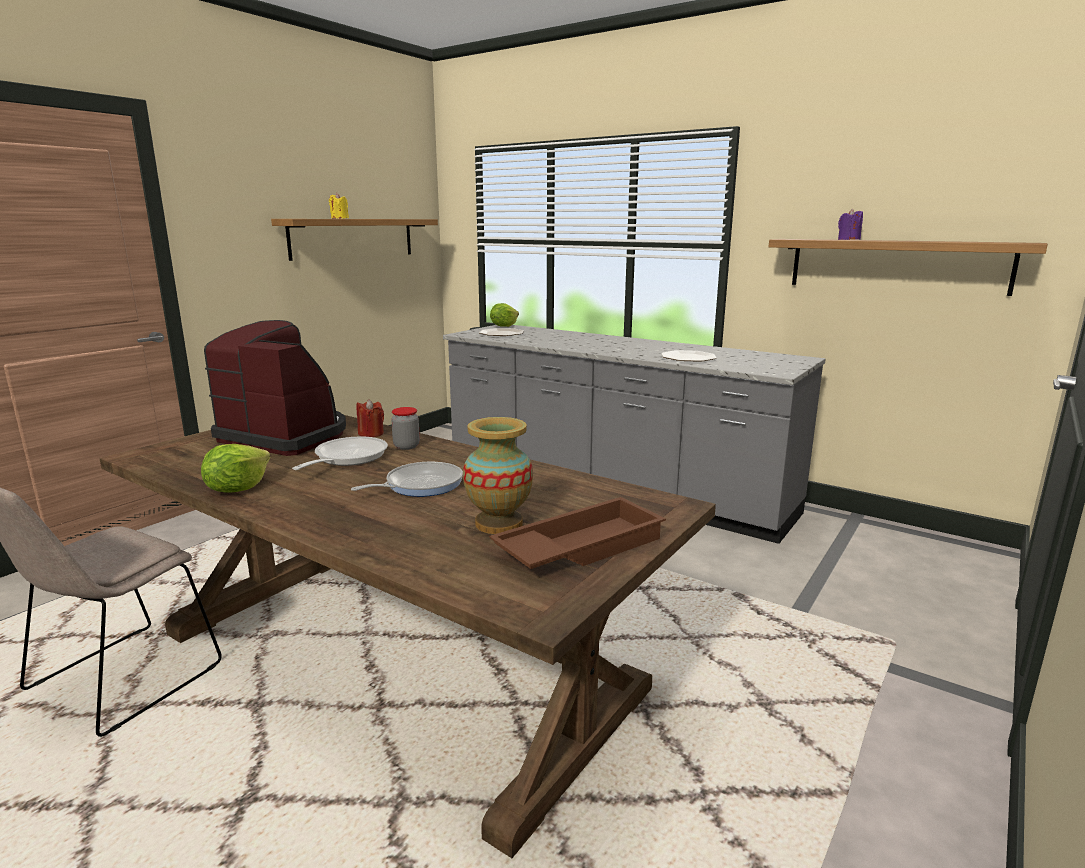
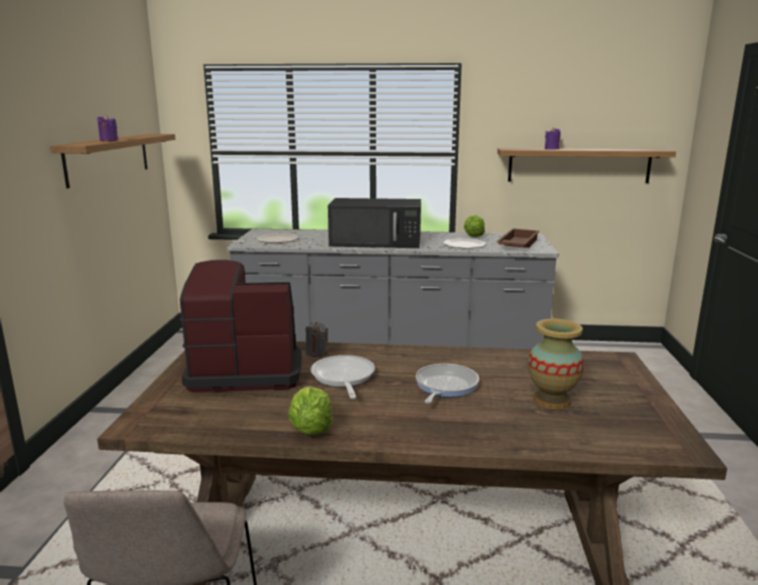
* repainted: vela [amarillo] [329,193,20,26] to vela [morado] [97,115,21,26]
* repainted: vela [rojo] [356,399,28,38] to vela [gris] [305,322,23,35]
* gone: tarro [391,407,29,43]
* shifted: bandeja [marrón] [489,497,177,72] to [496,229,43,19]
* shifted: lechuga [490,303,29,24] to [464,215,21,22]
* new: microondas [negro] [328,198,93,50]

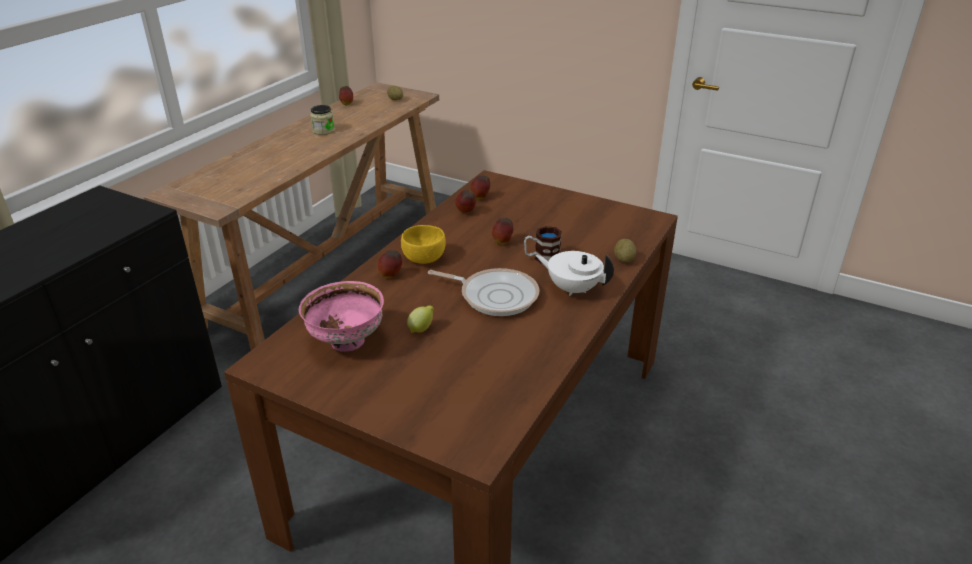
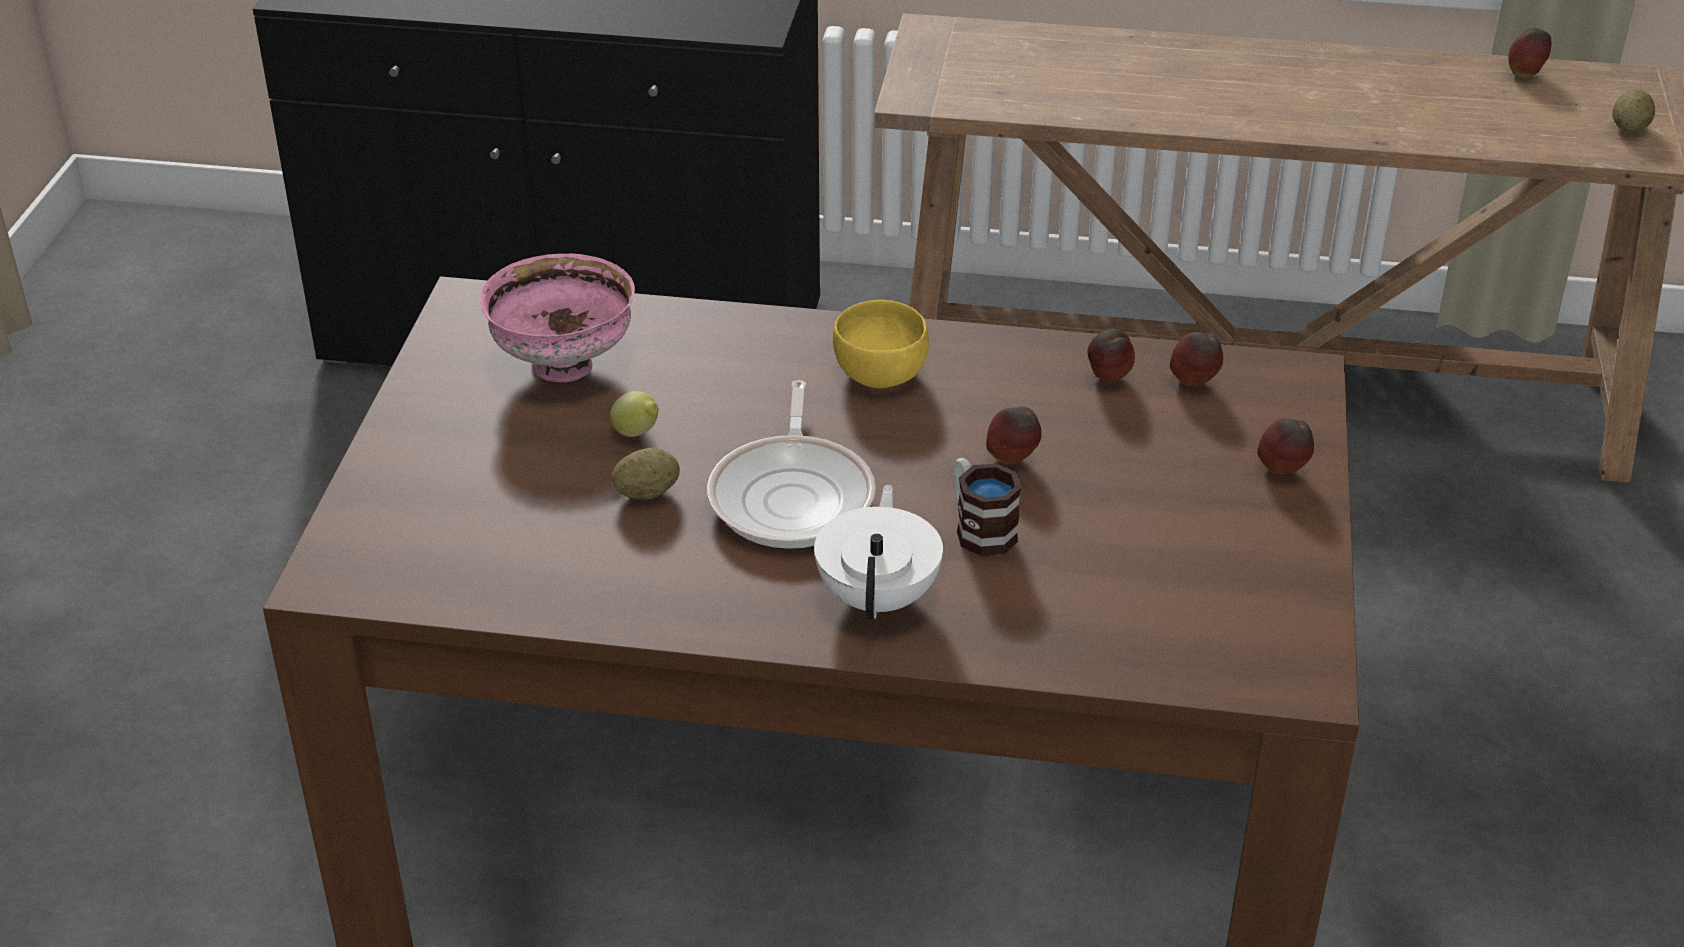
* gone: tarro [310,105,25,30]
* shifted: manzana [378,250,24,28] to [1257,418,57,56]
* shifted: patata [614,239,22,23] to [612,448,68,51]

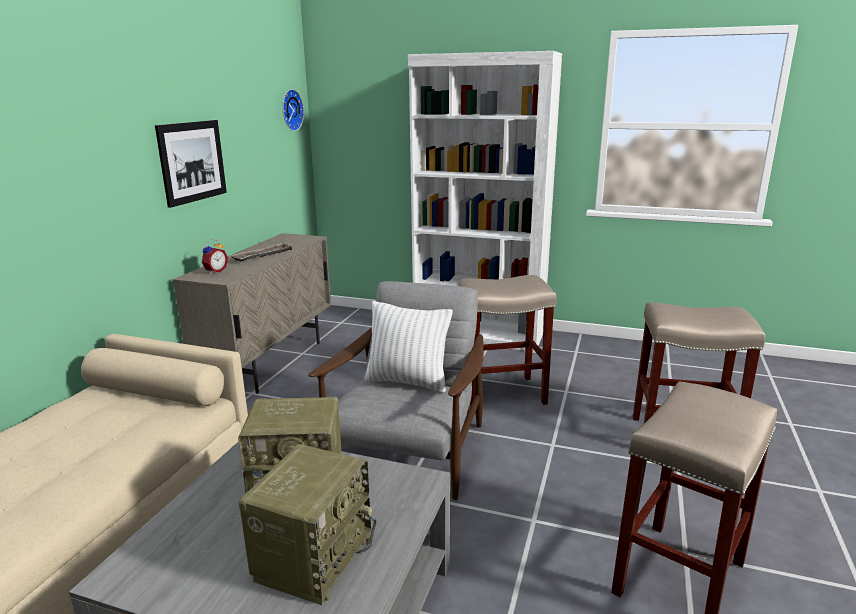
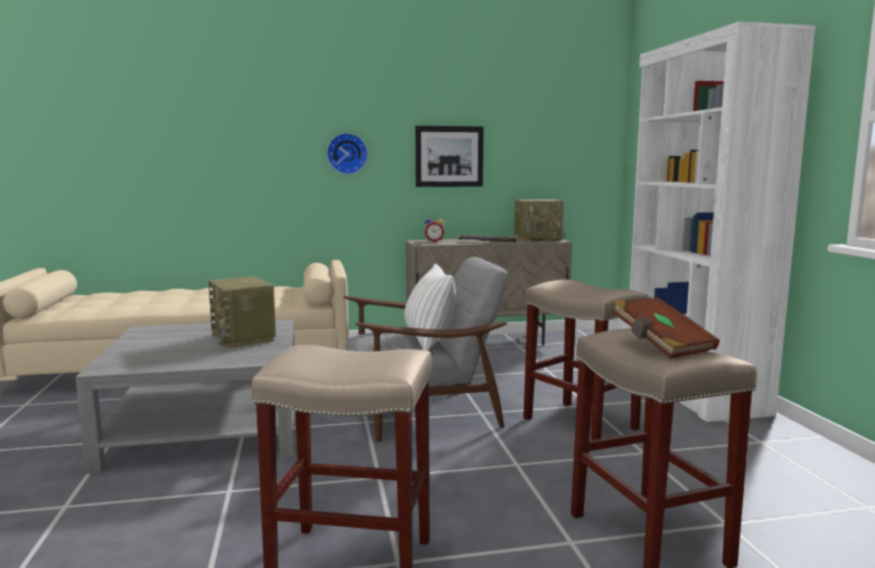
* shifted: radio [239,444,137,161] to [514,199,51,42]
* shifted: reloj de pared [283,89,21,42] to [327,133,41,42]
* new: libro [marrón] [612,297,108,62]

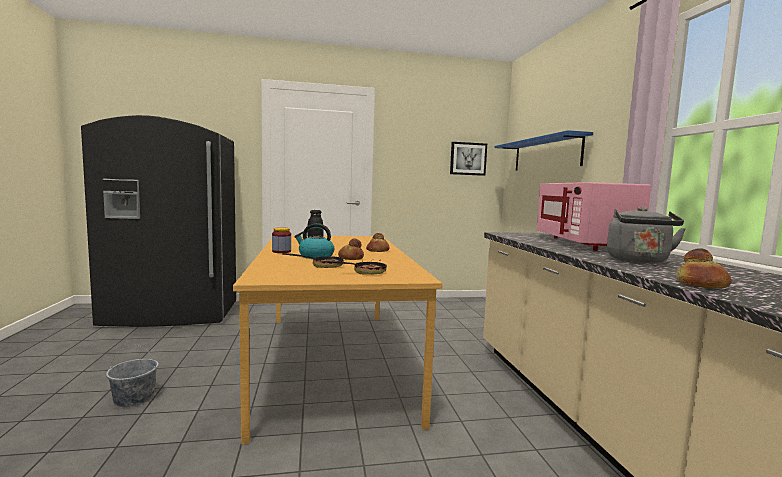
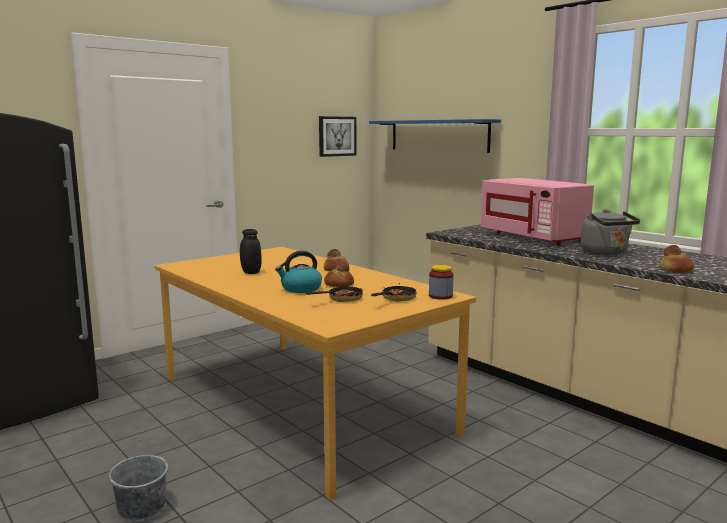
* shifted: tarro [272,227,19,26] to [429,265,24,35]

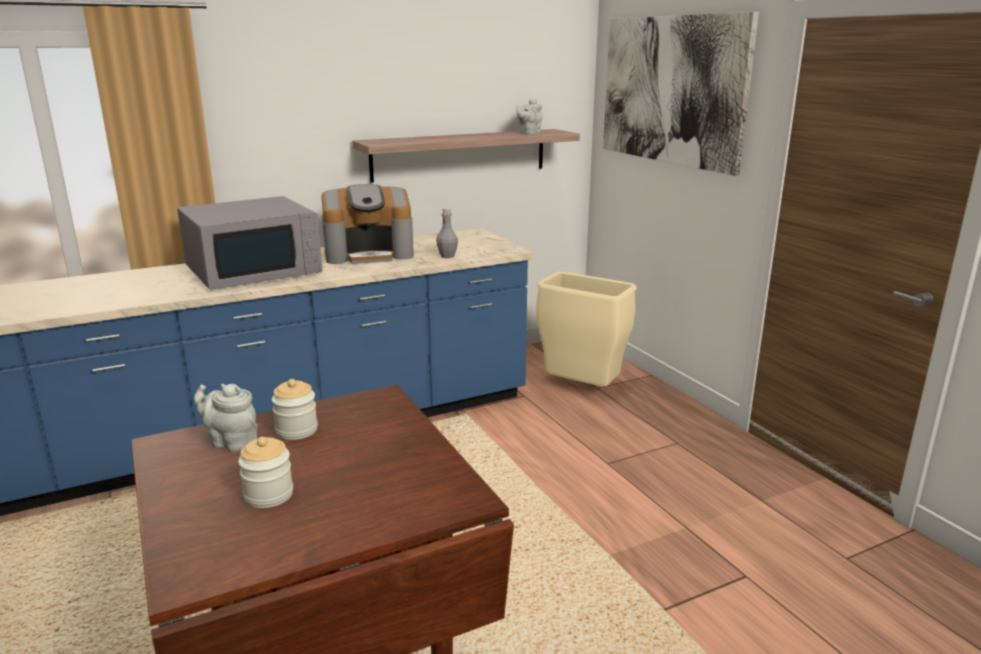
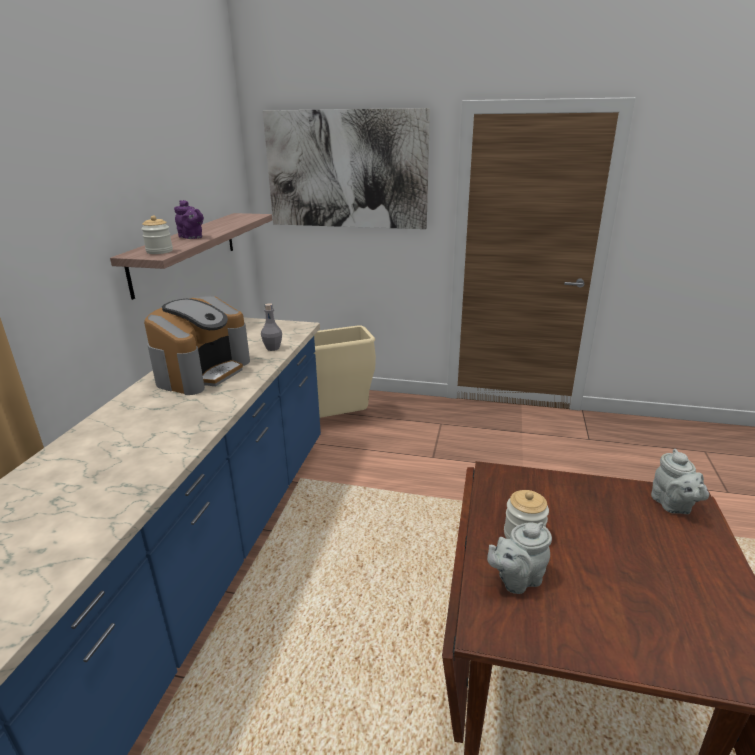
* gone: microondas [gris] [177,196,145,94]
* shifted: tarro [238,437,55,71] to [141,216,32,38]
* shifted: tetera [gris] [516,98,27,37] to [651,449,58,65]
* new: tetera [morado] [174,200,30,39]

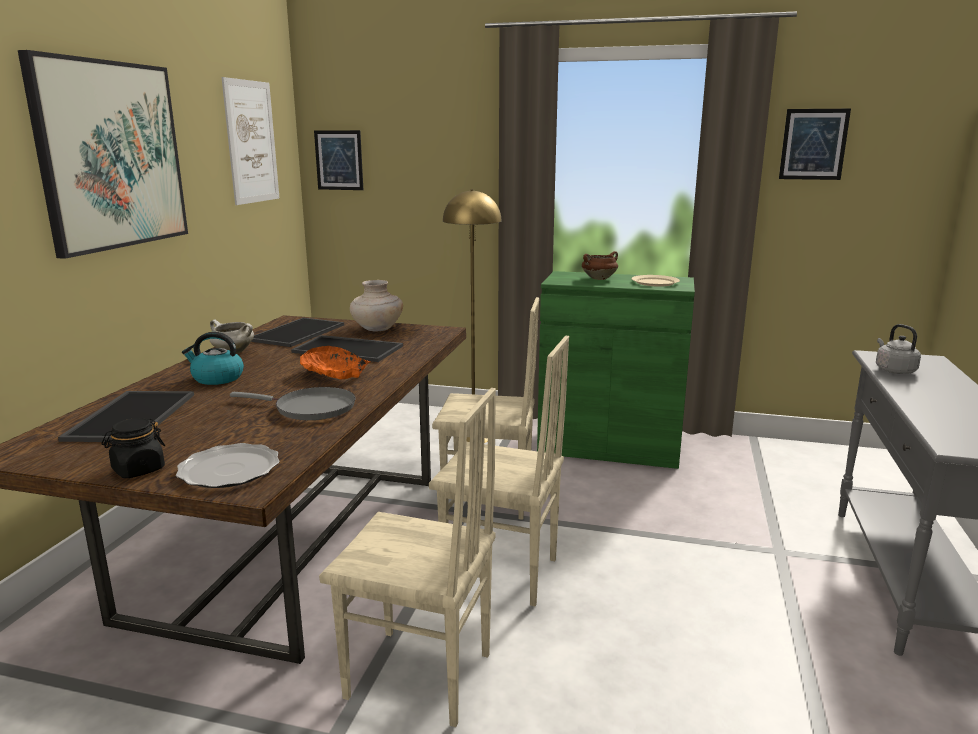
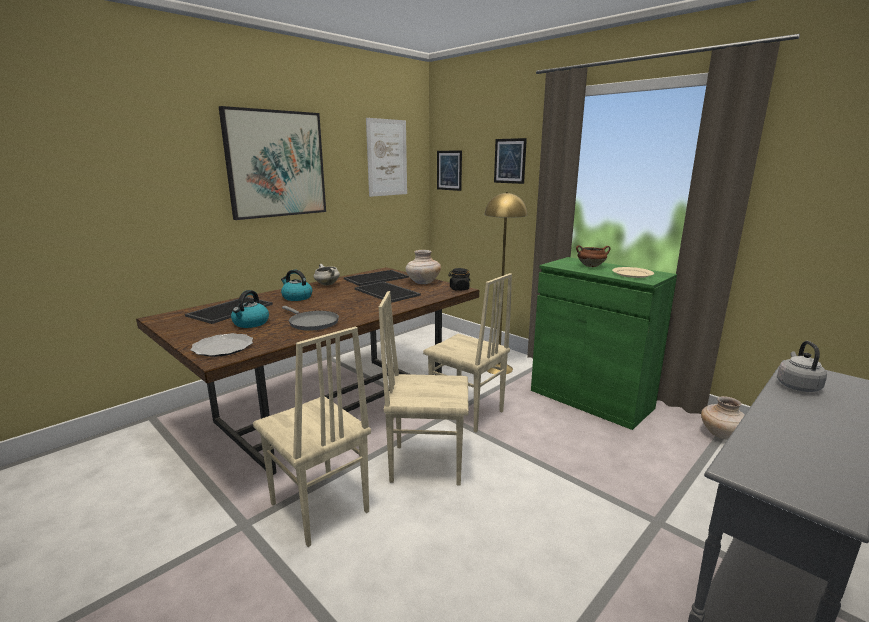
* shifted: tarro [negro] [101,418,64,60] to [448,268,22,23]
* gone: cuenco [naranja] [300,346,71,34]
* rotated: silla [beis] [429,336,140,270] = [379,291,90,194] 135 degrees clockwise
* shifted: cuadro [779,109,72,71] to [494,138,33,46]
* new: hervidor [231,290,38,38]
* new: florero [beis] [701,396,44,44]

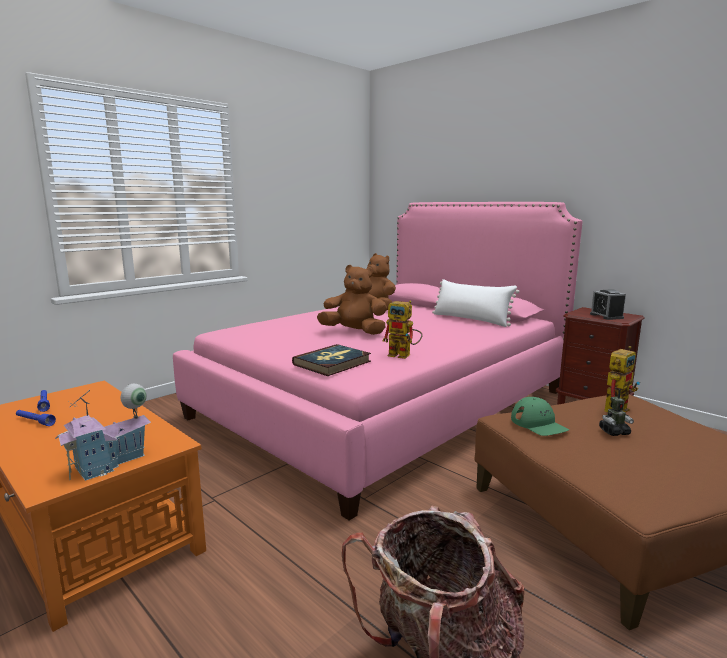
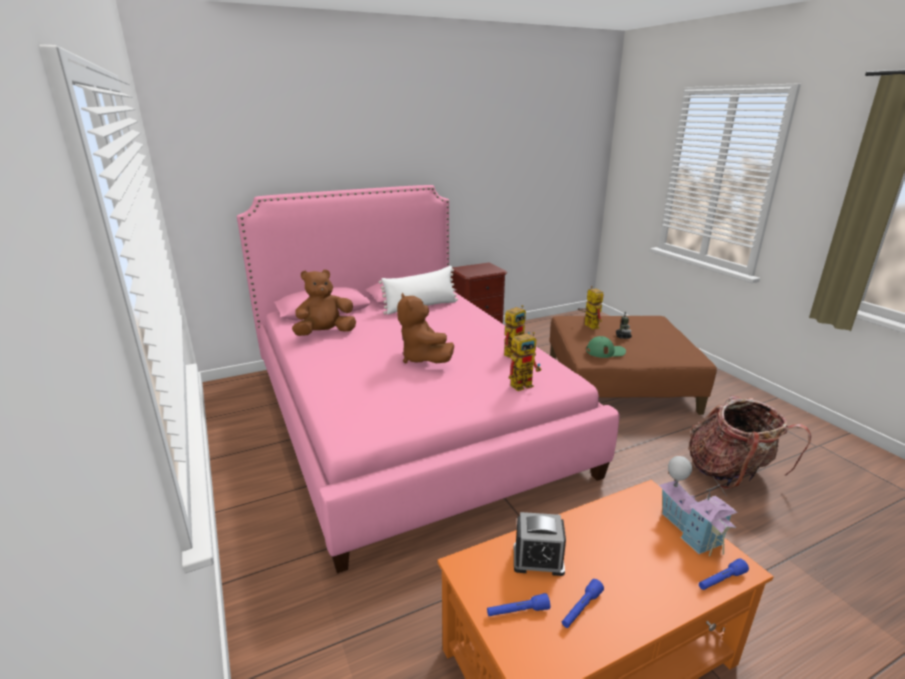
* swapped: libro [292,344,79,32] to robot de juguete [509,332,32,59]
* rotated: peluche [marrón] [317,265,70,70] = [397,293,57,71] 60 degrees counterclockwise
* shifted: despertador [590,289,36,31] to [514,512,52,64]
* new: linterna [azul] [699,558,50,32]

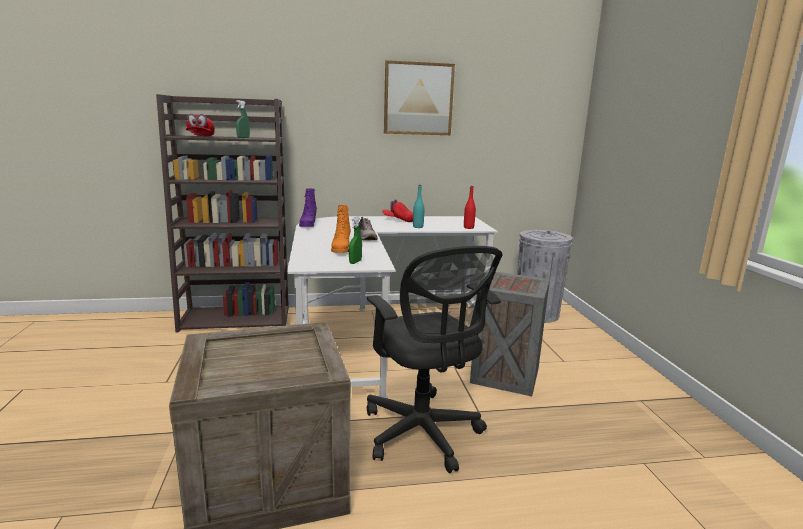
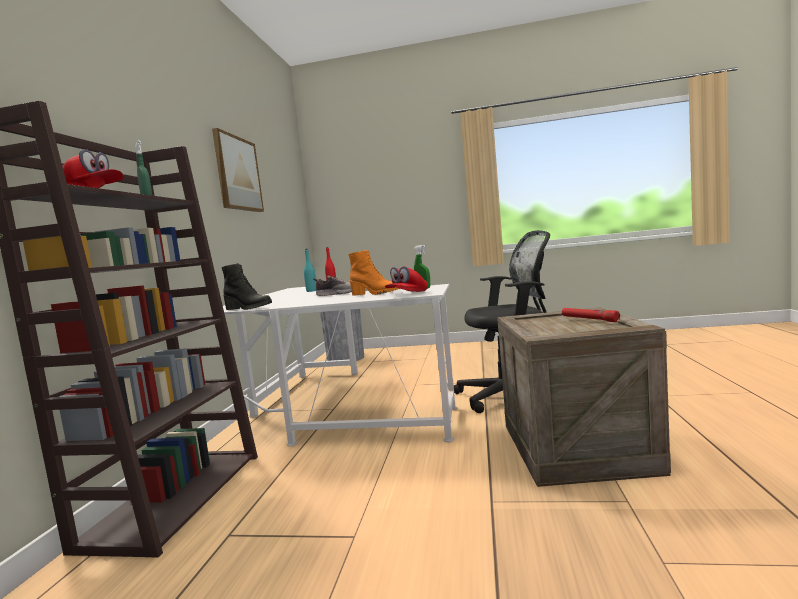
* repainted: bota [morado] [299,189,18,38] to bota [negro] [222,263,50,47]
* shifted: gorra [rojo] [382,200,31,22] to [385,266,43,26]
* gone: caja de embalaje [470,272,80,124]
* new: linterna [rojo] [562,308,58,14]

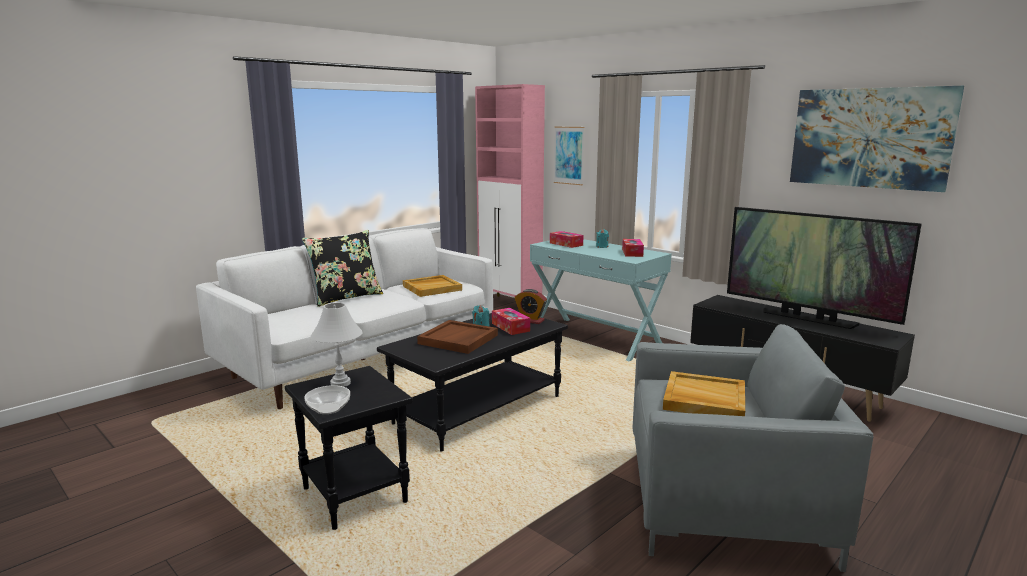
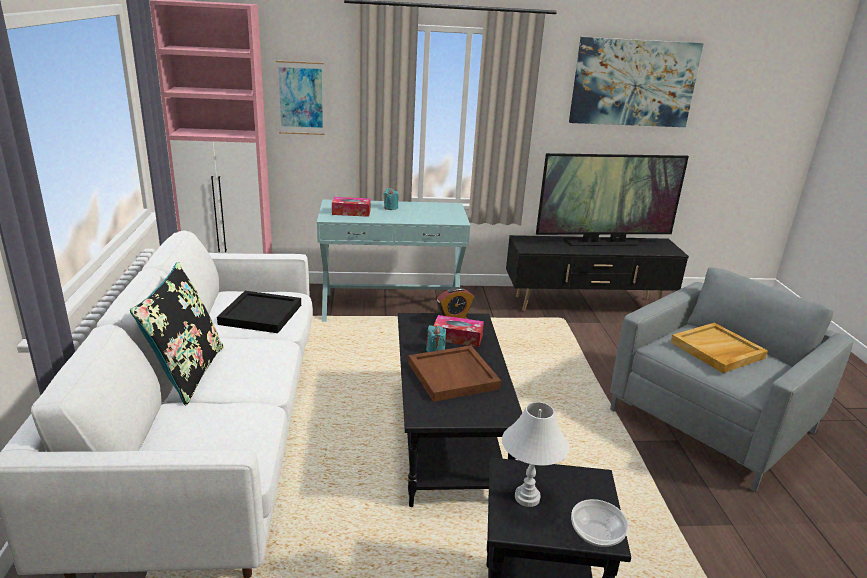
* repainted: bandeja [beis] [403,275,59,22] to bandeja [negro] [217,291,84,42]
* gone: caja de pañuelos [622,239,22,18]

